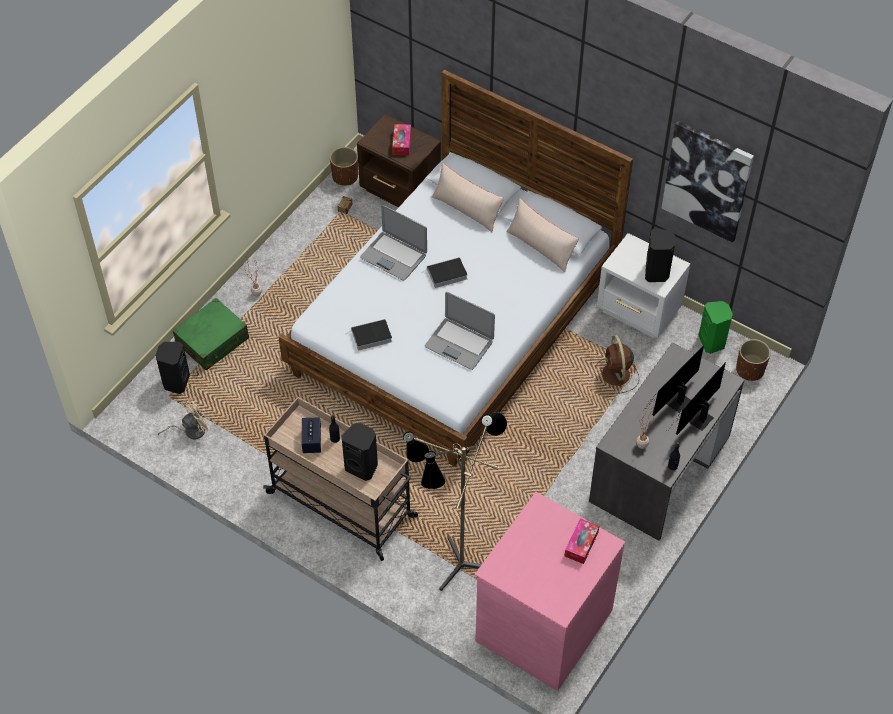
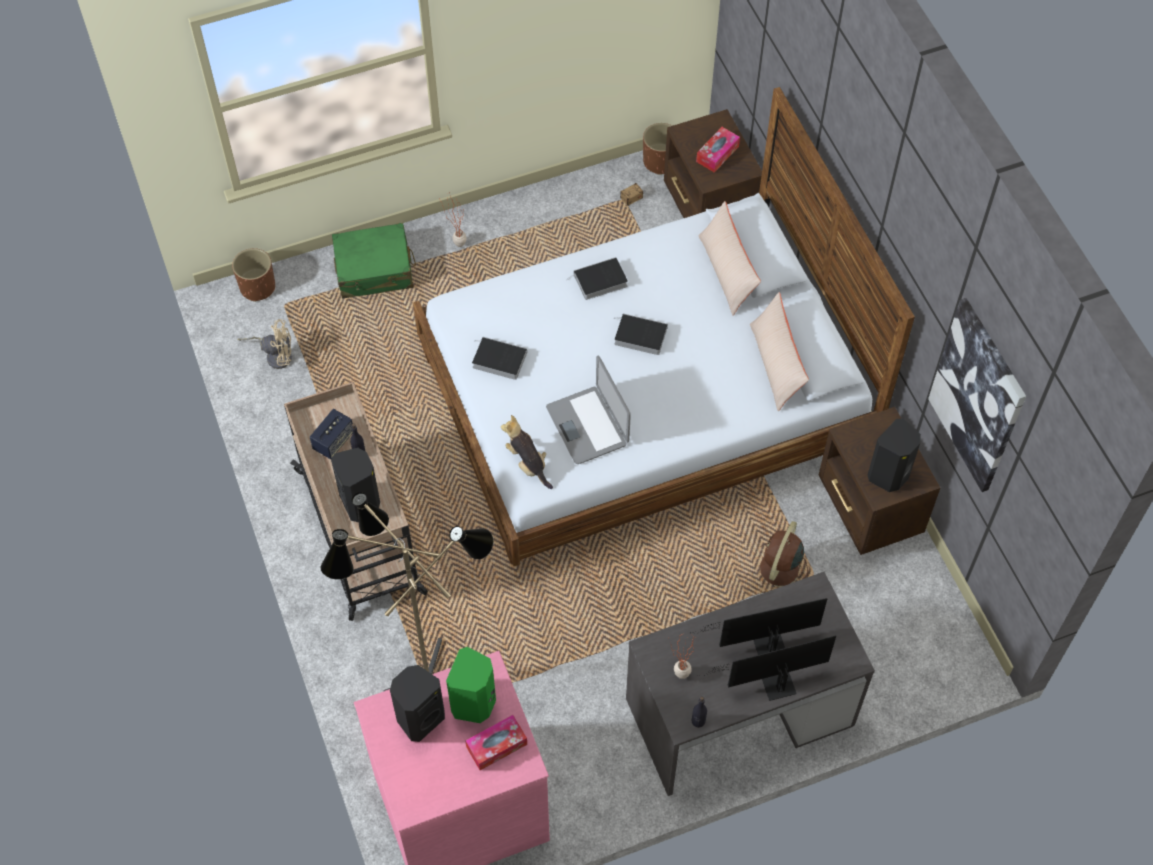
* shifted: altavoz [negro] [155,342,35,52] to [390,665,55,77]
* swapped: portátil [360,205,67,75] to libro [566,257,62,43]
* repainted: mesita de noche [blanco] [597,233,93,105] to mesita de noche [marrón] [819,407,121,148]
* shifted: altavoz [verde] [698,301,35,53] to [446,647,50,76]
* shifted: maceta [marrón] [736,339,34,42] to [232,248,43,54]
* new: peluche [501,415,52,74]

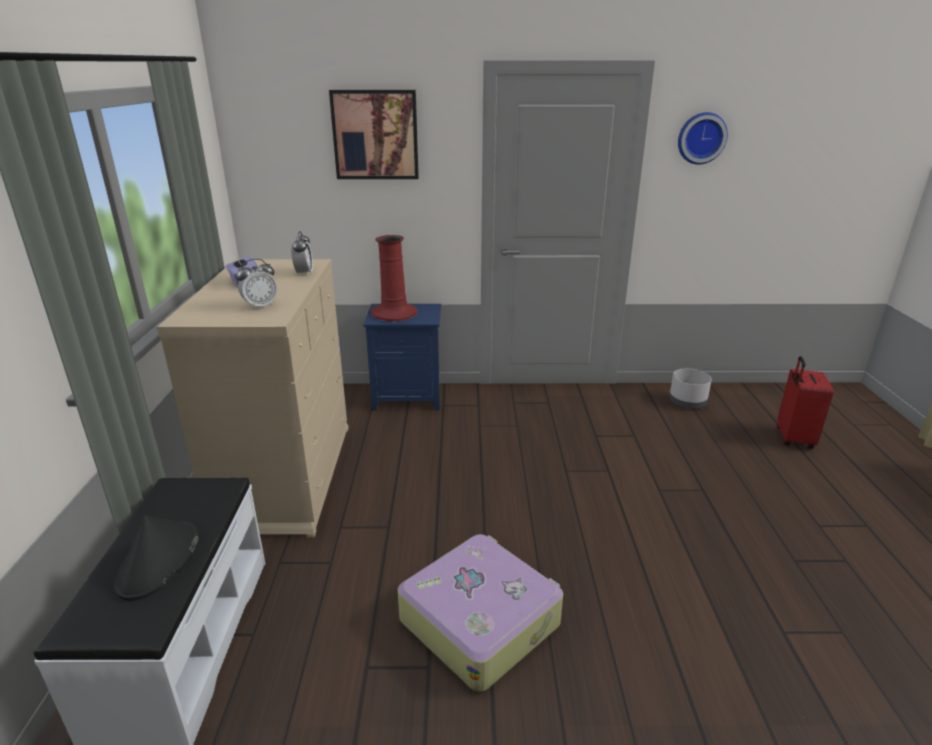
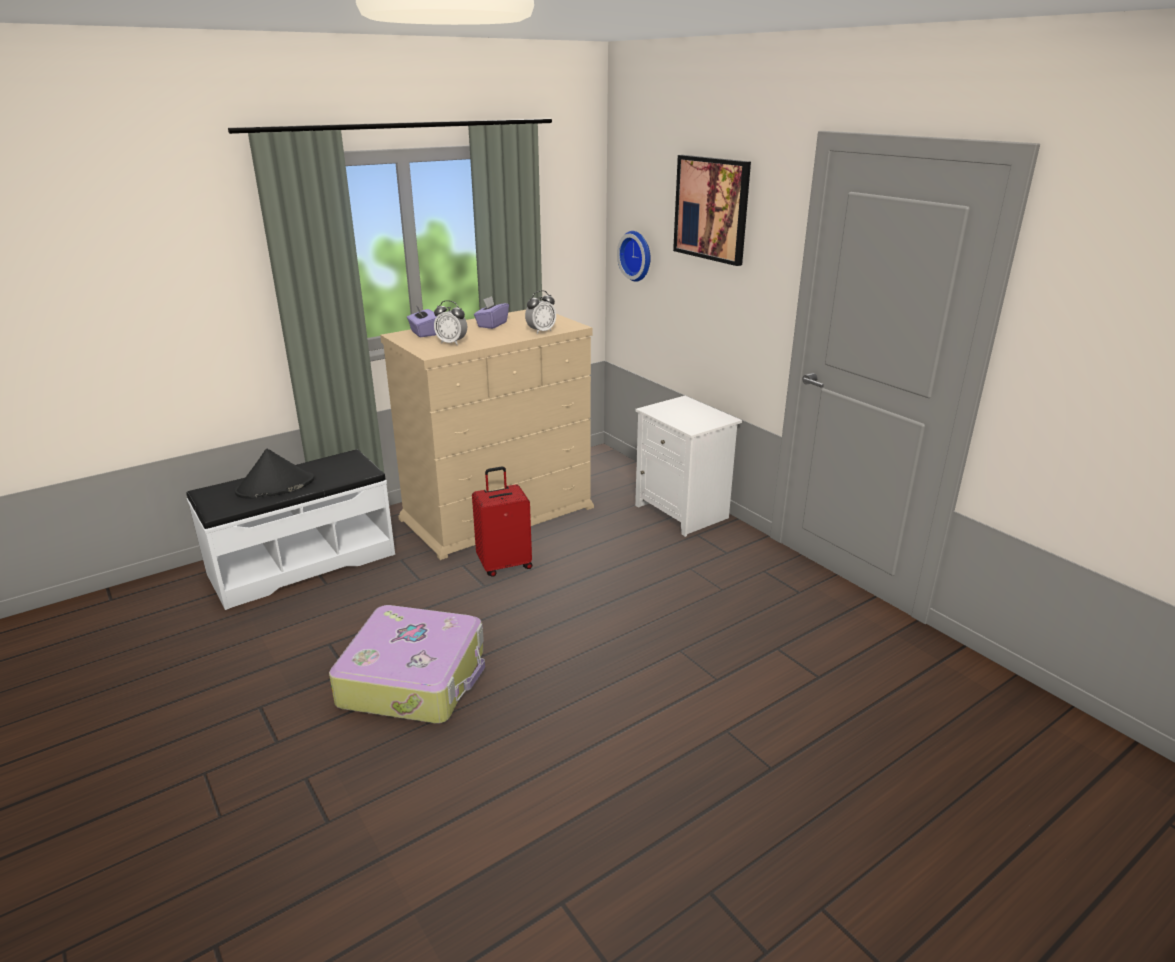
* repainted: mesita de noche [azul] [363,304,78,107] to mesita de noche [blanco] [635,396,107,141]
* gone: florero [rojo] [371,235,47,87]
* gone: maceta [gris] [669,369,43,40]
* shifted: reloj de pared [678,112,50,52] to [617,231,34,51]
* shifted: maleta [rojo] [777,356,57,93] to [472,467,60,110]
* new: caja de pañuelos [morado] [407,305,30,32]

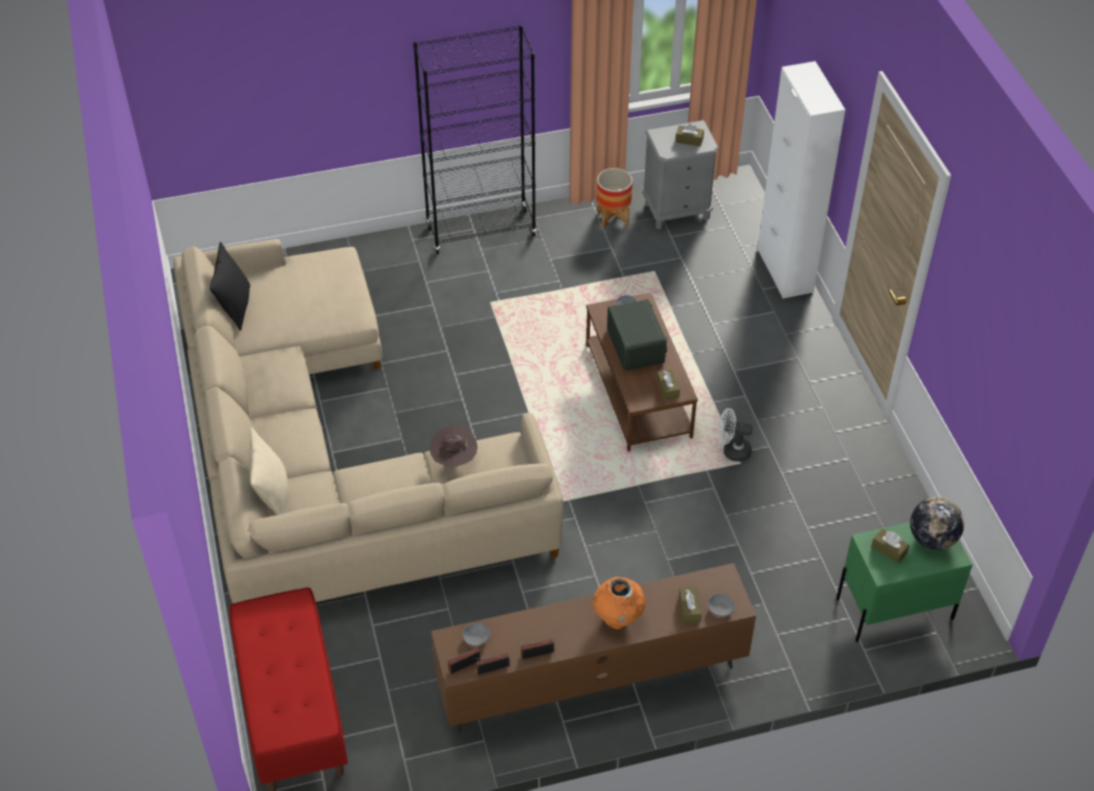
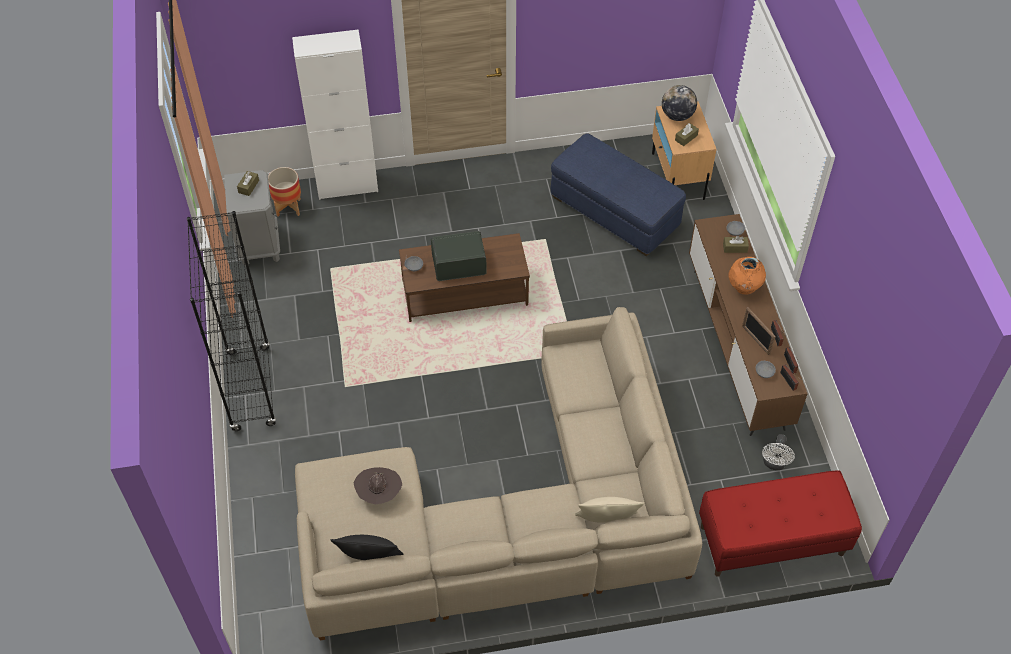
* shifted: sombrero [marrón] [429,424,49,43] to [354,467,48,37]
* shifted: maceta [596,168,37,61] to [268,167,33,50]
* gone: caja de pañuelos [marrón] [657,369,23,31]
* shifted: ventilador [blanco] [718,408,35,54] to [762,434,33,36]
* repainted: mesita de noche [verde] [836,522,136,120] to mesita de noche [beis] [652,101,65,99]
* new: puf [azul] [551,133,135,123]
* new: portarretratos [742,307,34,48]

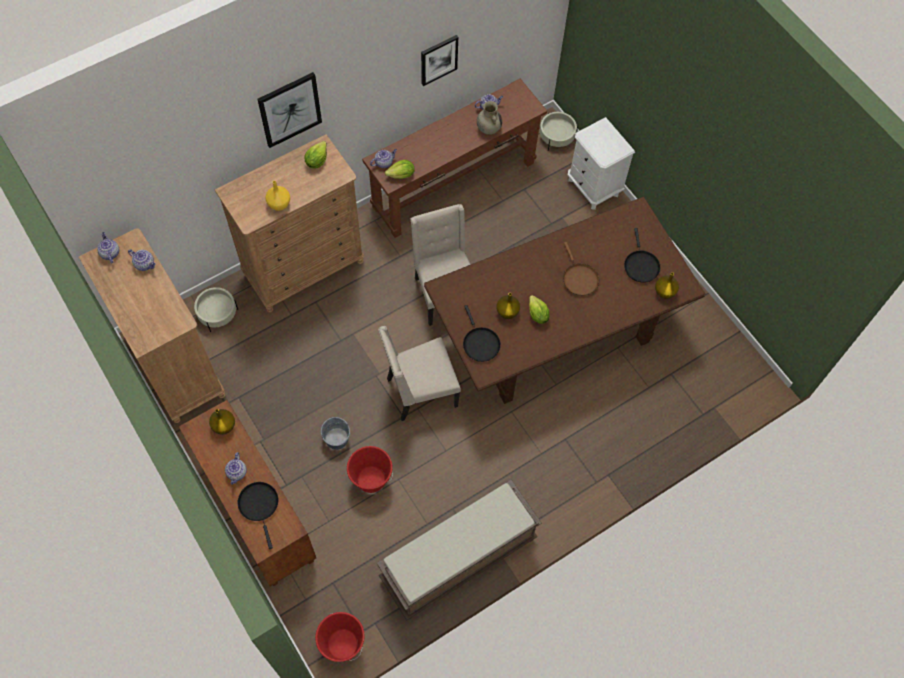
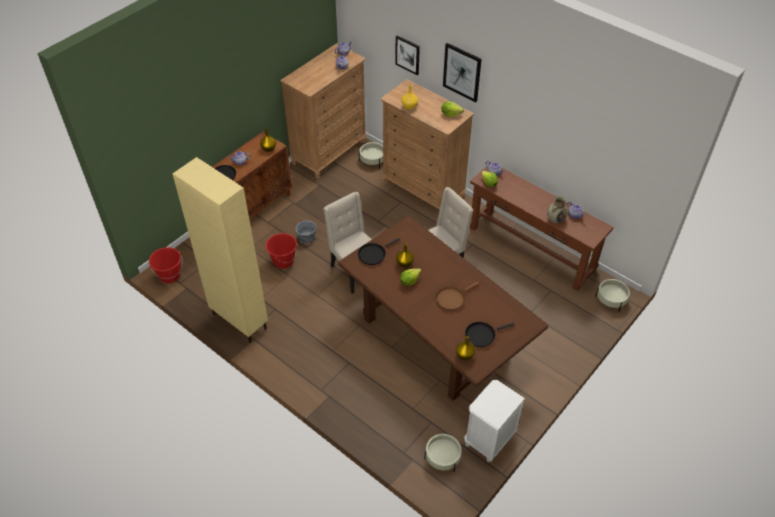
* swapped: banco [marrón] [377,480,165,141] to armario [beis] [172,157,96,186]
* shifted: cuadro [421,35,37,51] to [395,35,25,40]
* shifted: mesita de noche [blanco] [568,117,67,93] to [464,380,61,82]
* new: maceta [beis] [424,434,38,38]

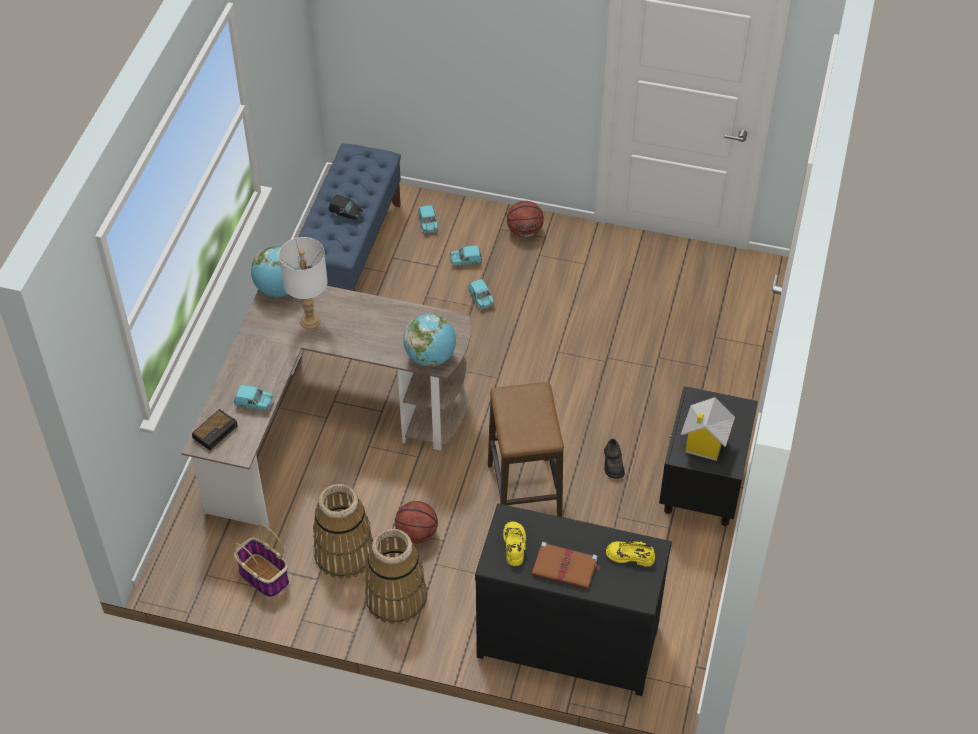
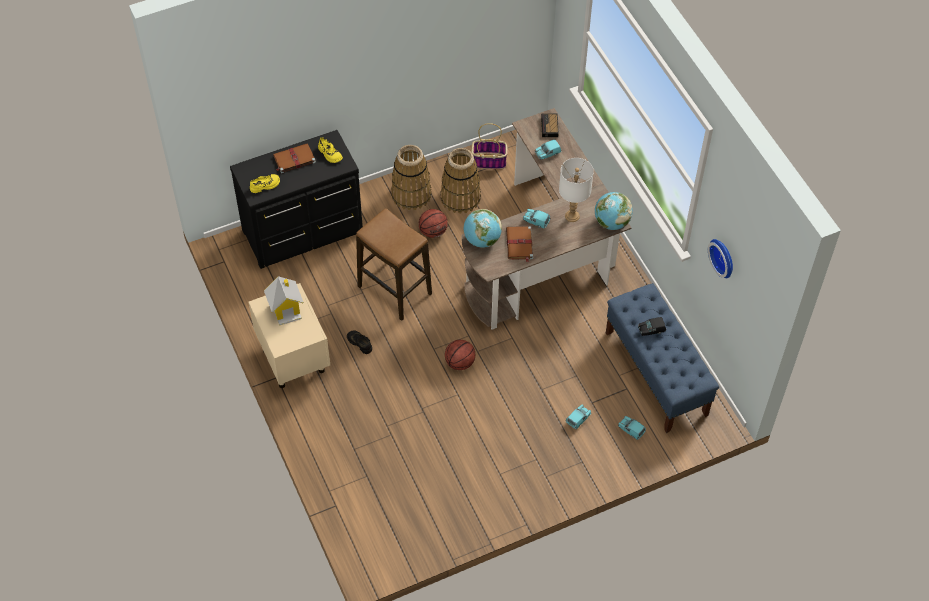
* shifted: coche de juguete [turquesa] [468,279,27,30] to [523,209,27,19]
* shifted: balón de baloncesto [507,201,37,36] to [445,340,30,30]
* repainted: mesita de noche [negro] [659,386,99,140] to mesita de noche [beis] [248,283,82,105]
* new: libro [marrón] [506,226,27,36]
* new: reloj de pared [708,239,25,39]

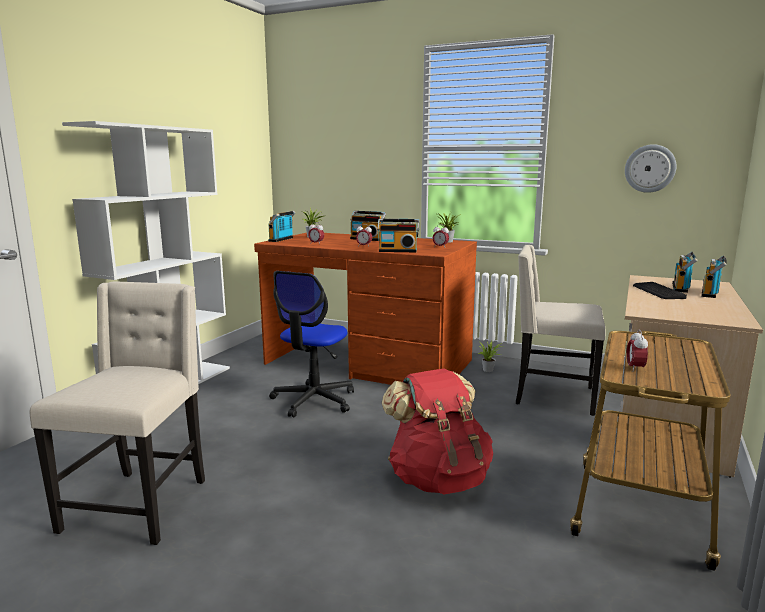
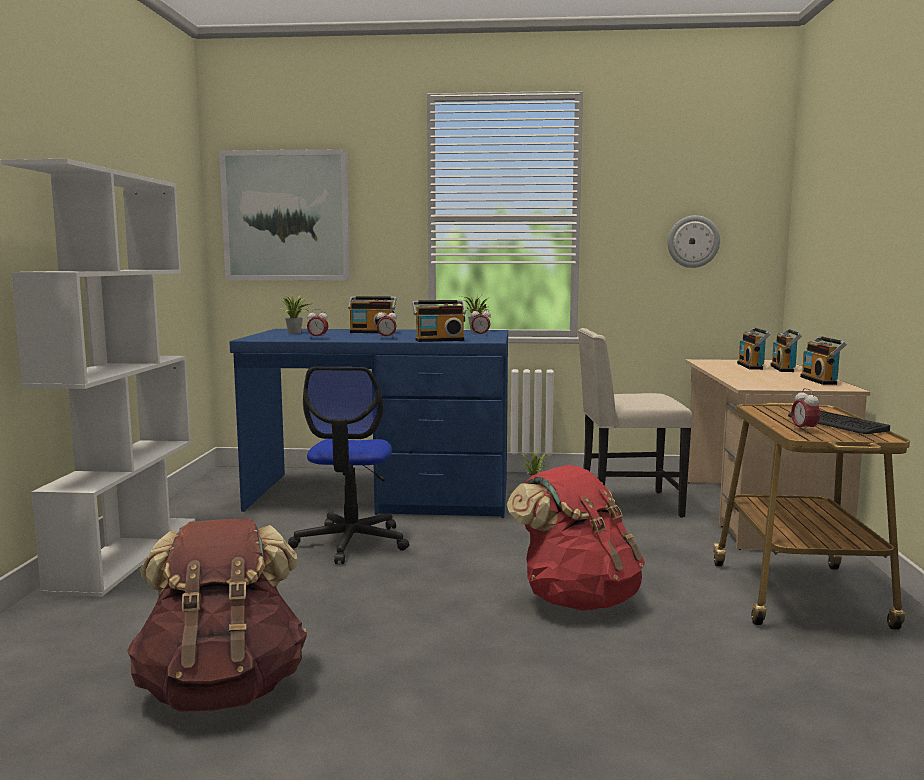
* swapped: silla [beis] [29,282,176,263] to mochila [marrón] [127,518,180,194]
* repainted: escritorio [marrón] [254,233,223,152] to escritorio [azul] [229,329,279,189]
* shifted: radio [268,211,27,31] to [800,336,47,49]
* shifted: teclado [633,282,54,17] to [788,410,102,24]
* new: cuadro [219,149,131,131]

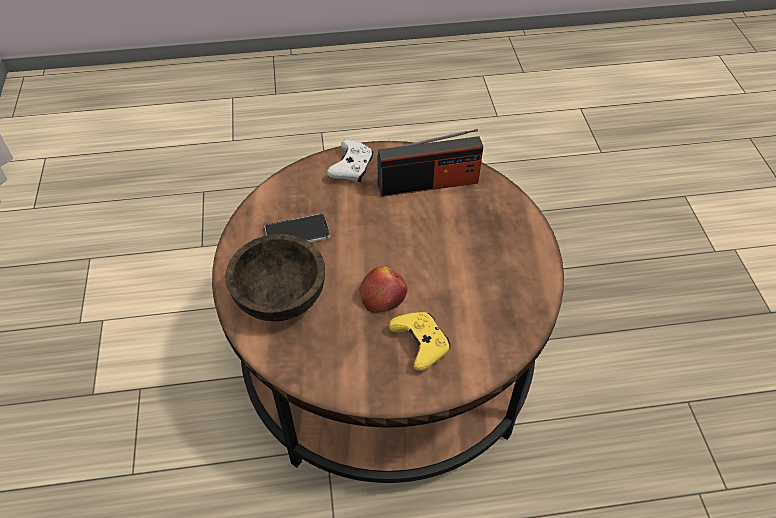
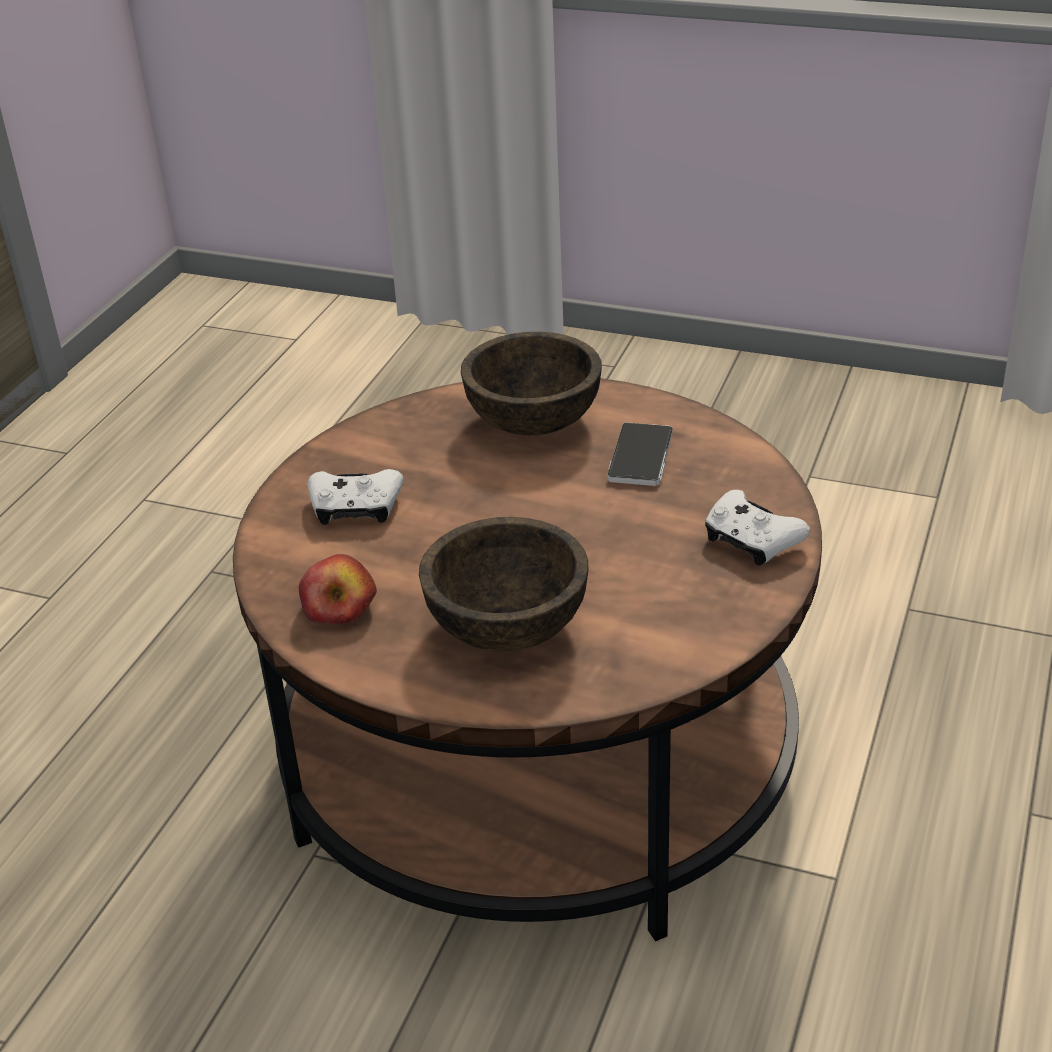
* shifted: manzana [359,266,49,47] to [299,554,78,71]
* gone: radio [377,129,106,68]
* repainted: mando de consola [amarillo] [389,312,61,59] to mando de consola [blanco] [308,469,95,56]
* new: cuenco [marrón] [419,517,170,134]

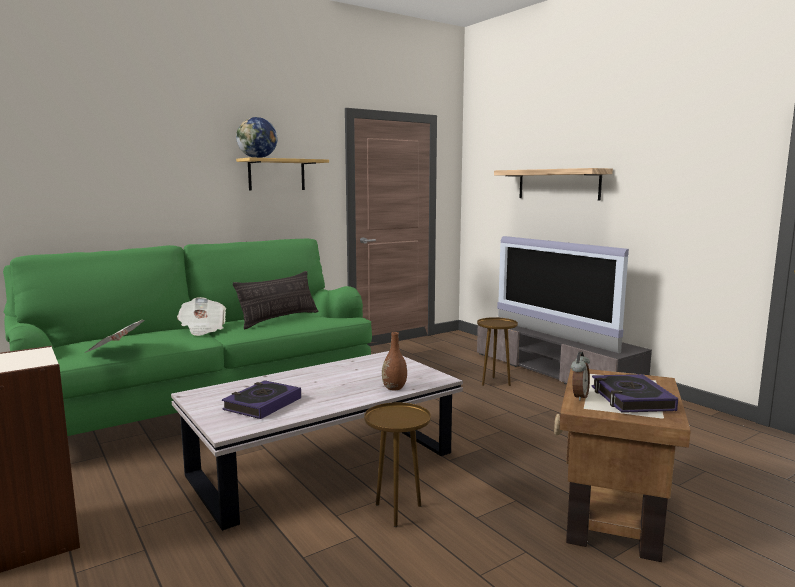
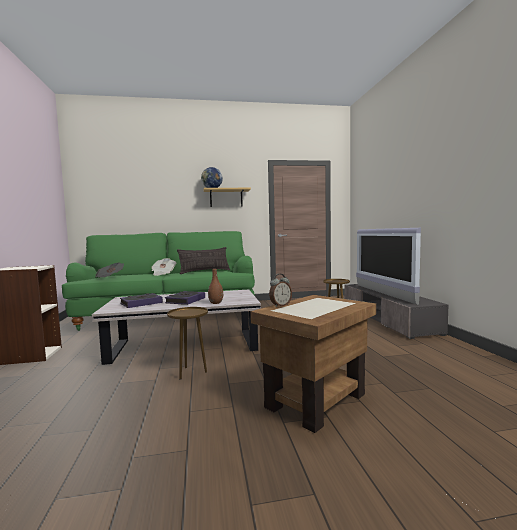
* gone: estante [494,168,119,33]
* shifted: libro [592,374,86,39] to [165,291,40,14]

